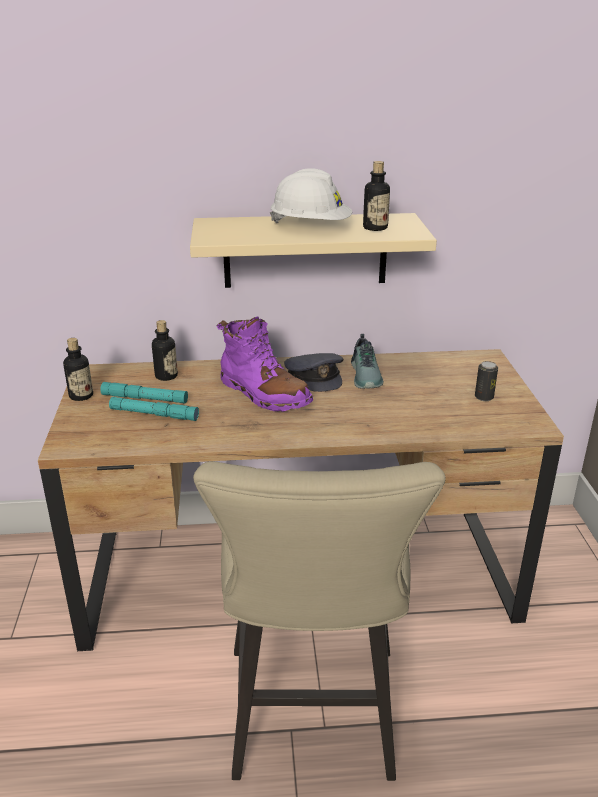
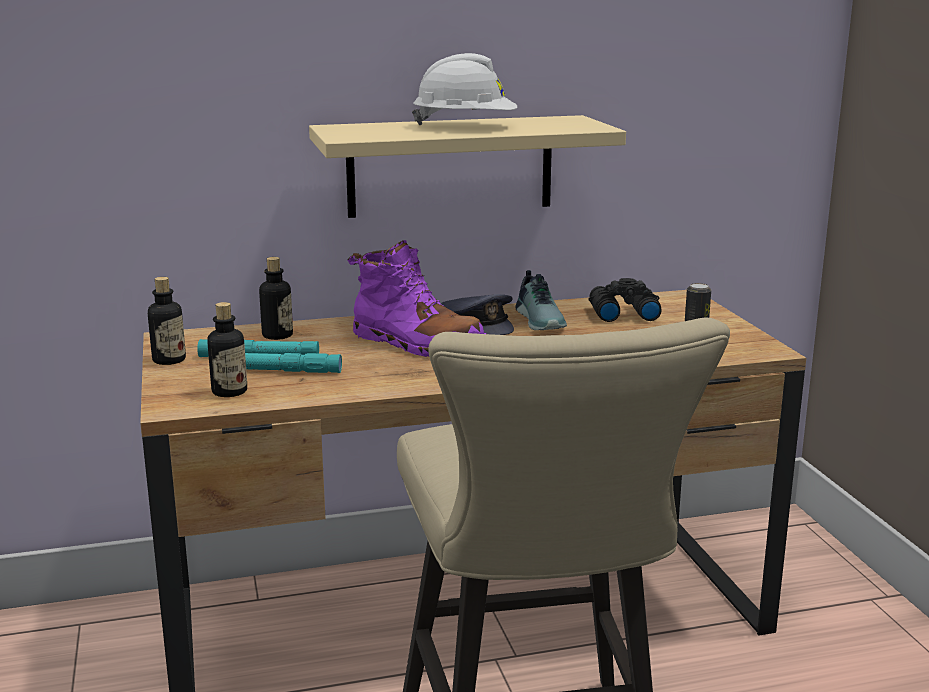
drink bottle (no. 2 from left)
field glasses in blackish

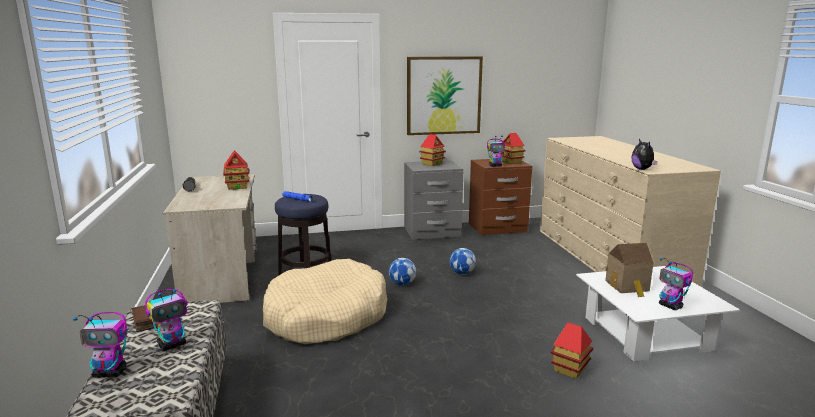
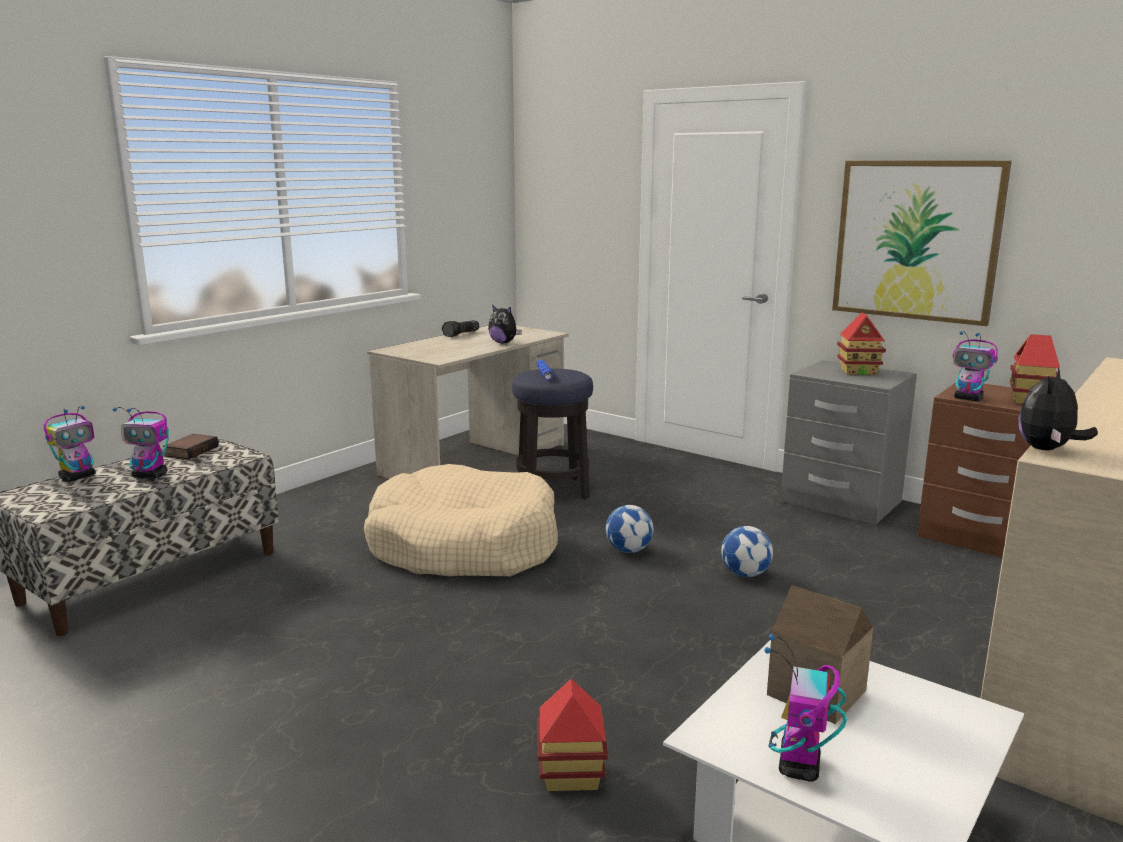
model robot (no. 1 from left)
soft toy (no. 1 from left)

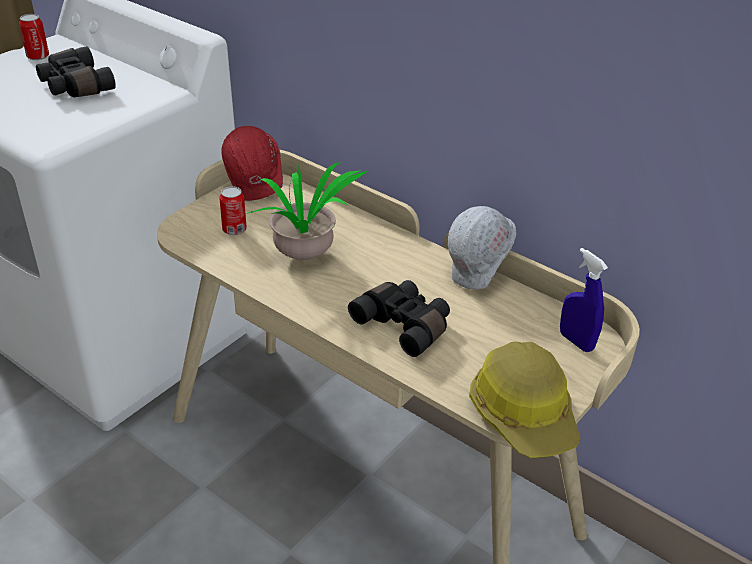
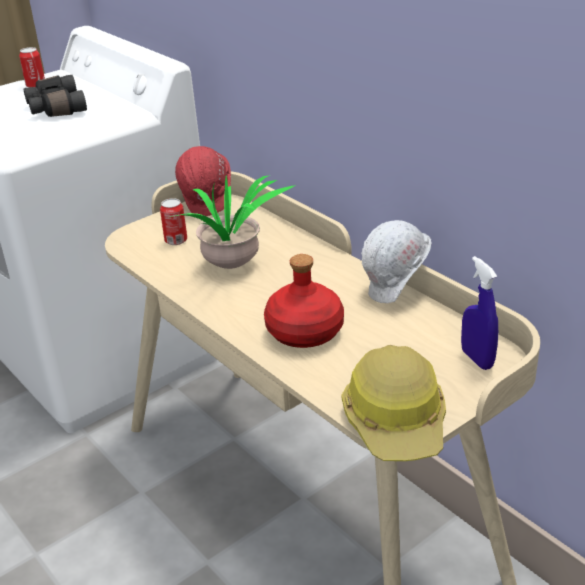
drink bottle in reddish

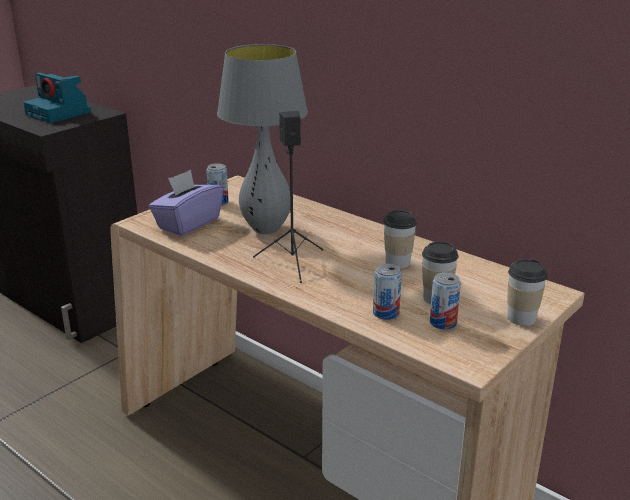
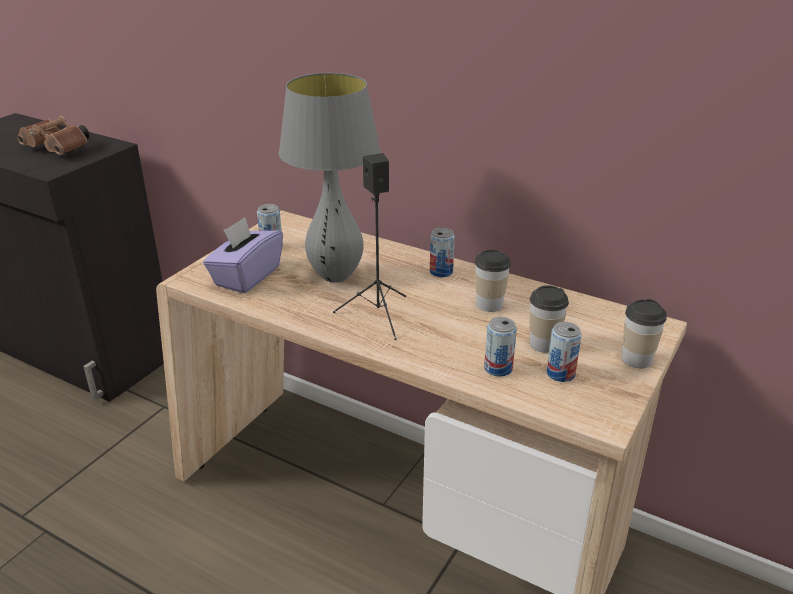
field glasses in brown
sealed can (no. 2 from left)

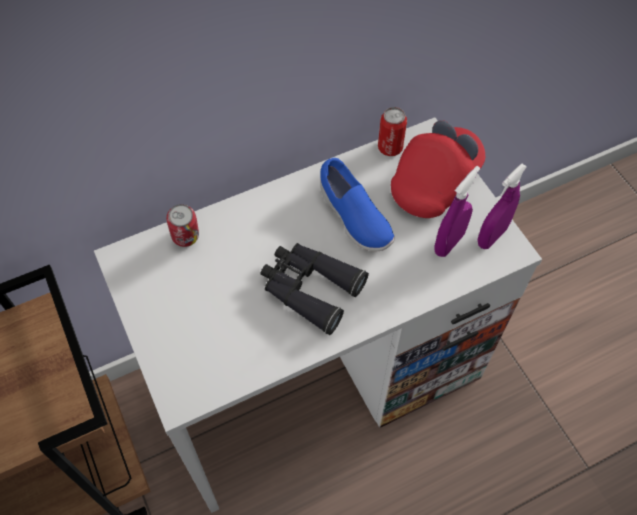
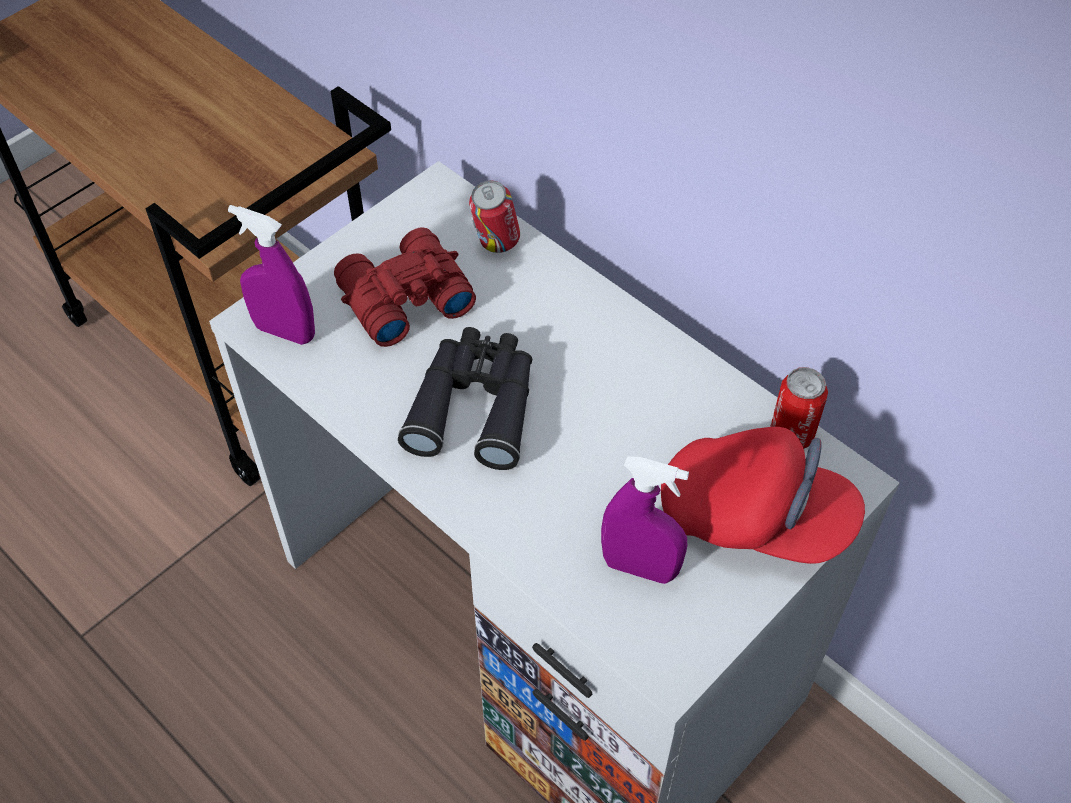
spray bottle in purple (no. 1 from left)
field glasses in reddish
low shoe in blue-coloured

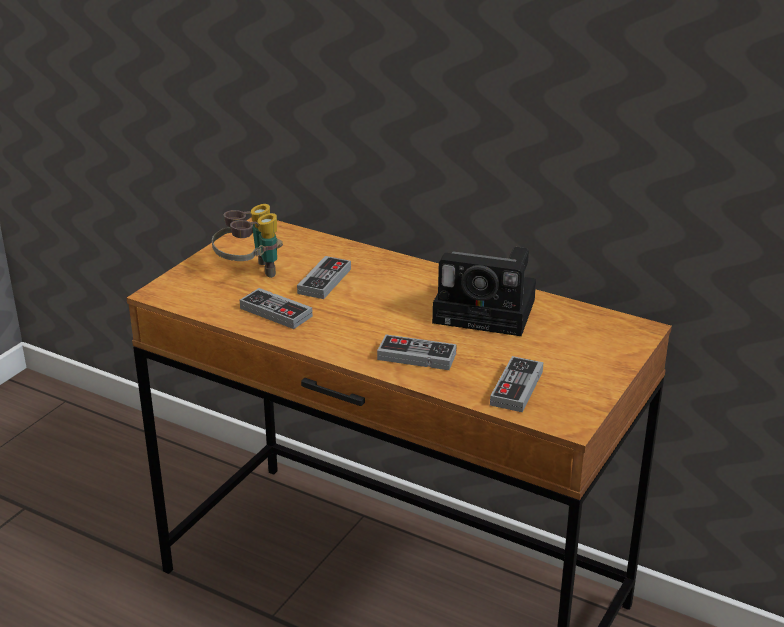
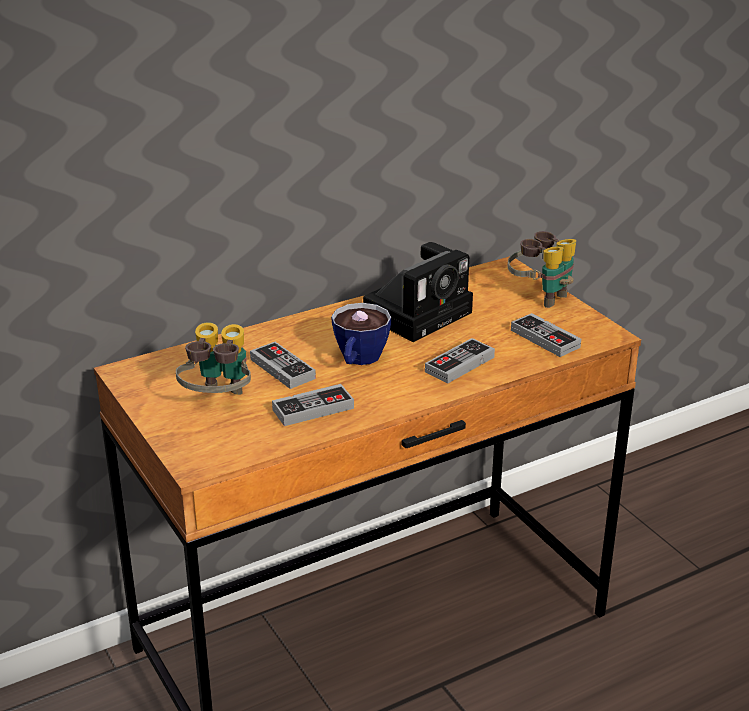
drinking cup
field glasses (no. 2 from left)

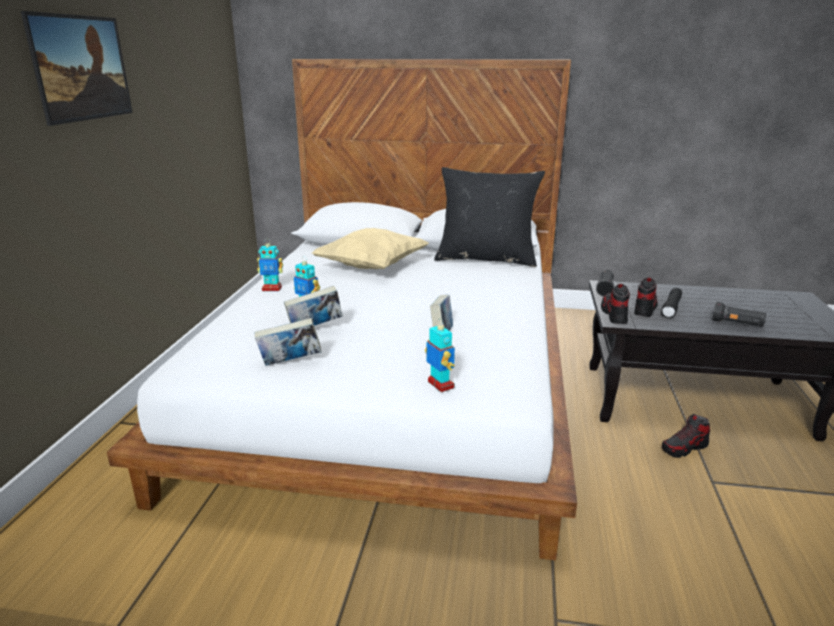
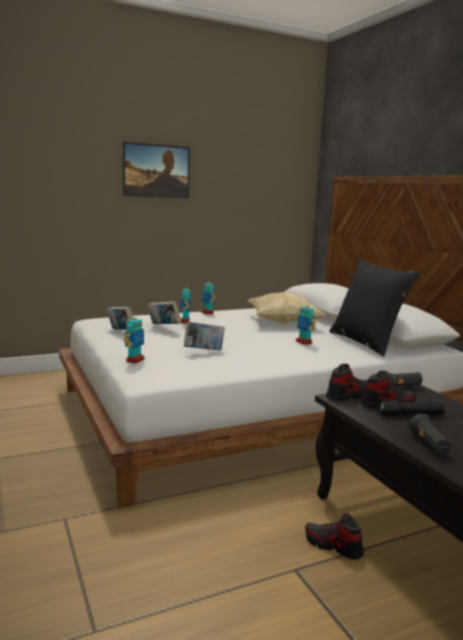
model robot (no. 4 from left)

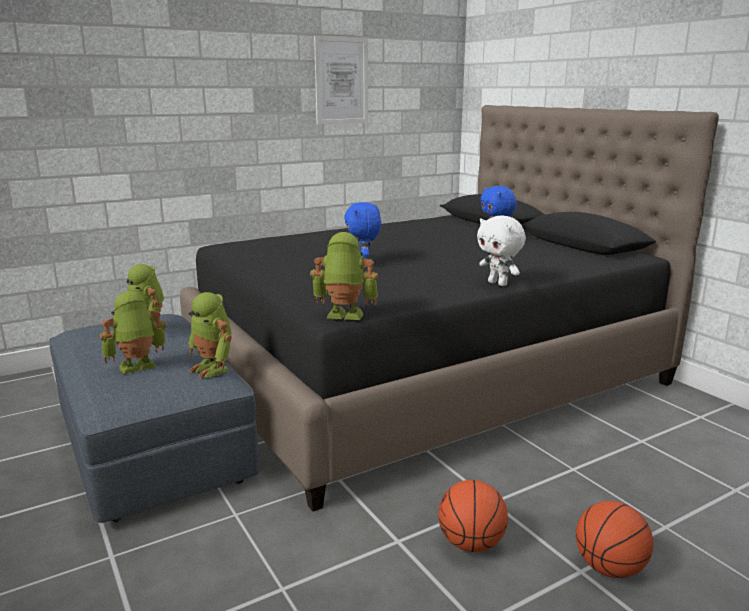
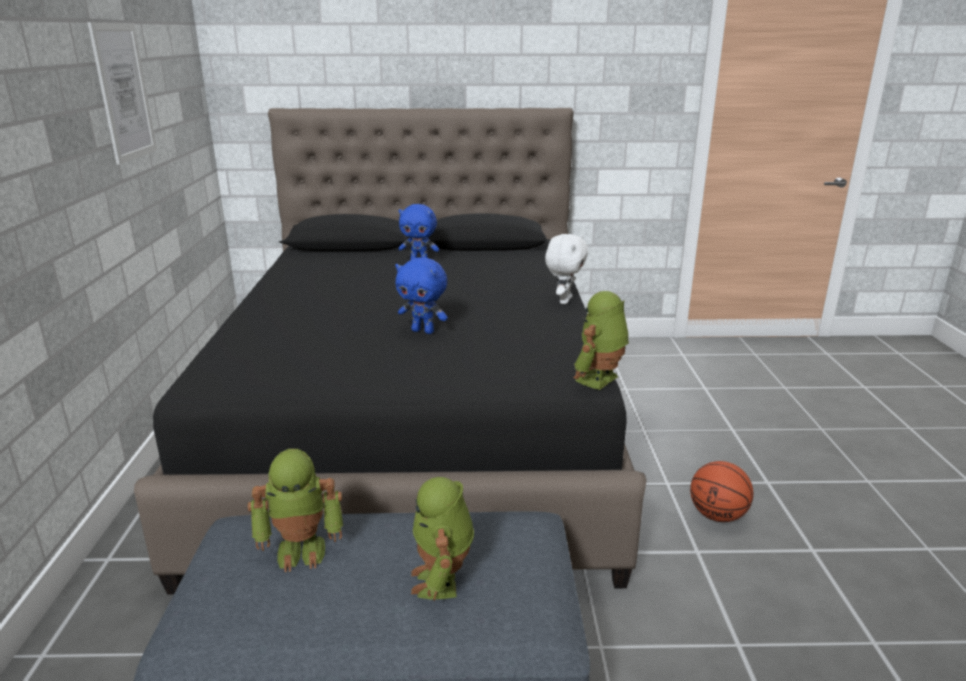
soft toy in white
model robot (no. 3 from left in the first image)
basketball (no. 2 from left in the first image)

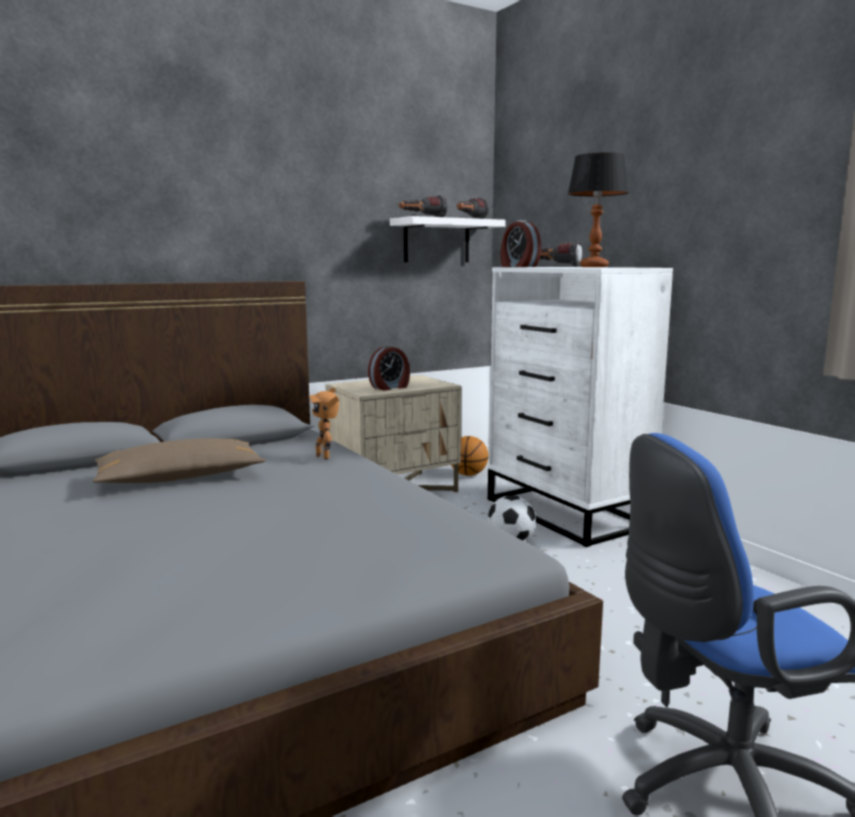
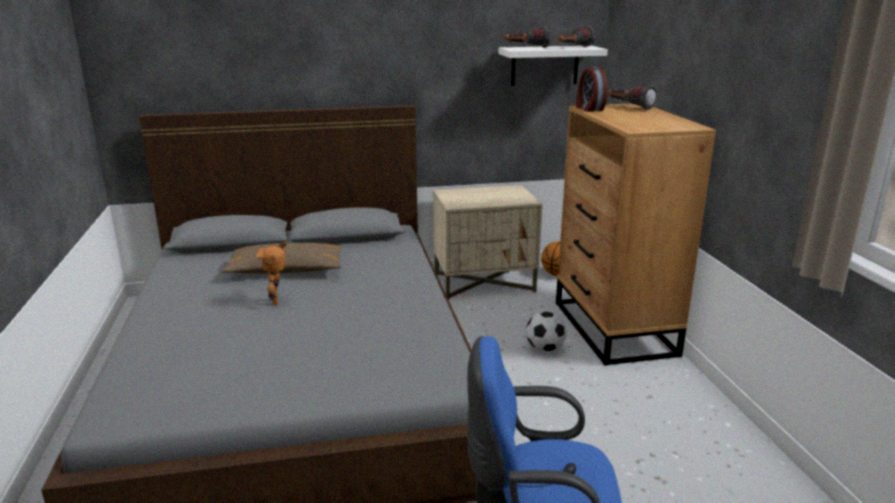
model robot
dresser in brown
alarm clock (no. 1 from left in the first image)
tabletop lamp

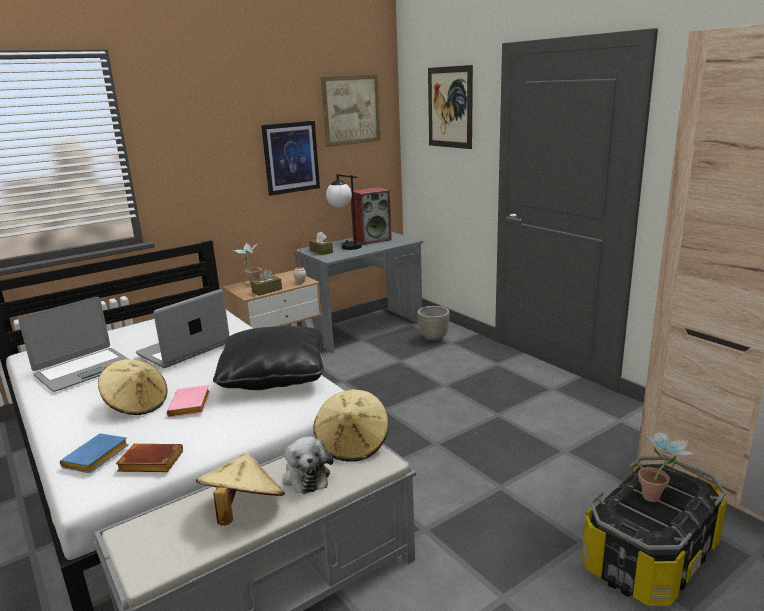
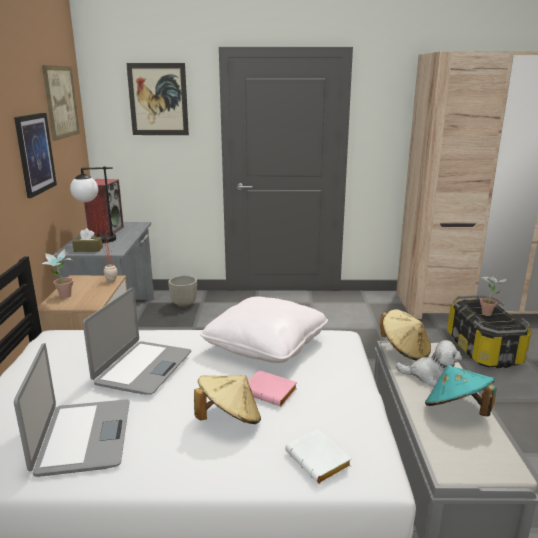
portable computer (no. 2 from left)
pillow in white
book in white
clothing hat in blue-green
book in brown
tissue holder in brown (no. 1 from left in the first image)

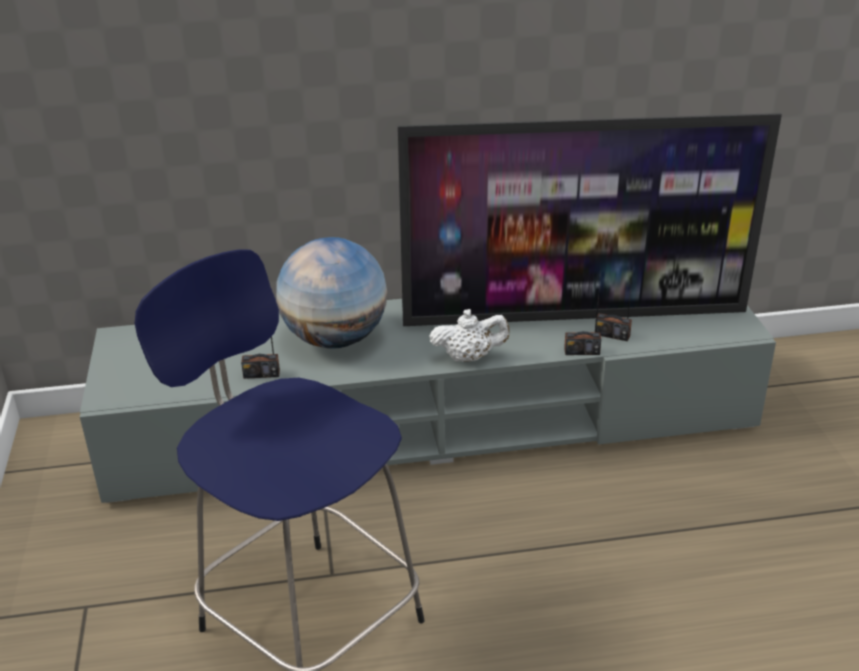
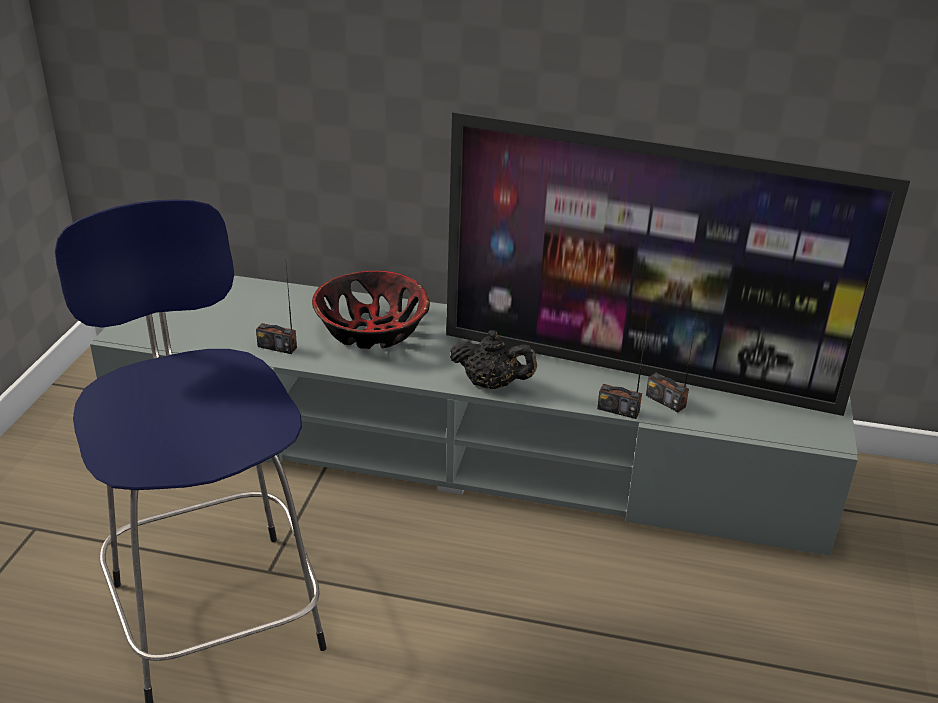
bowl
tea pot in blackish

